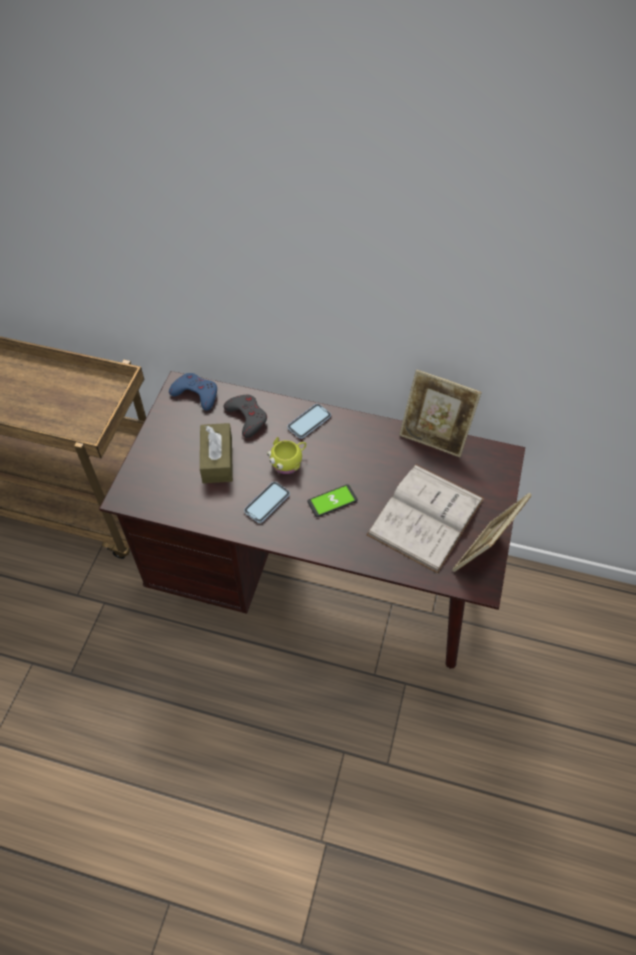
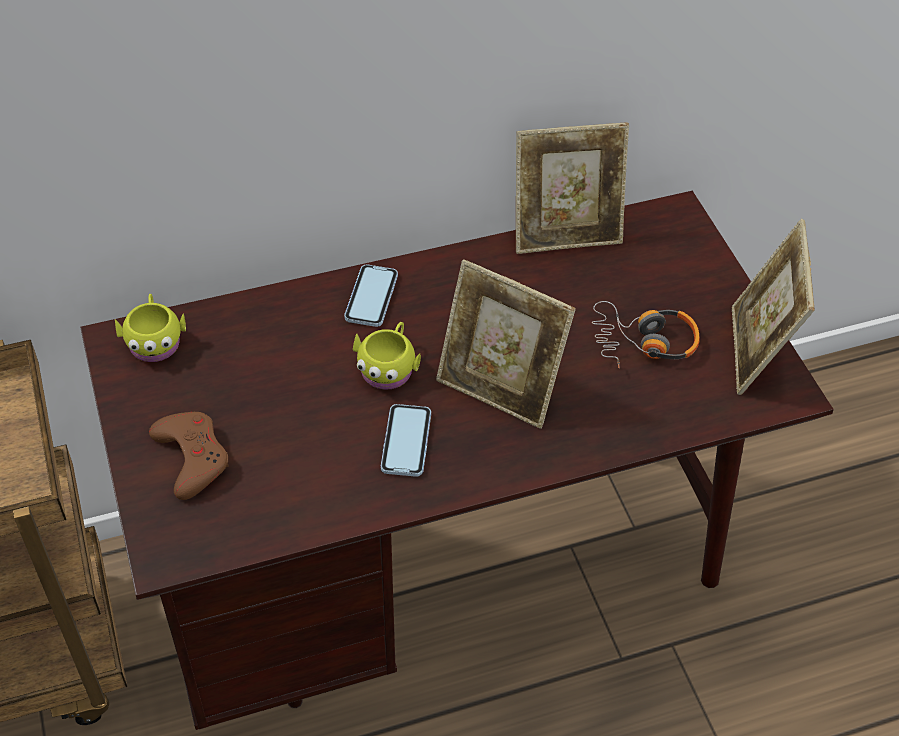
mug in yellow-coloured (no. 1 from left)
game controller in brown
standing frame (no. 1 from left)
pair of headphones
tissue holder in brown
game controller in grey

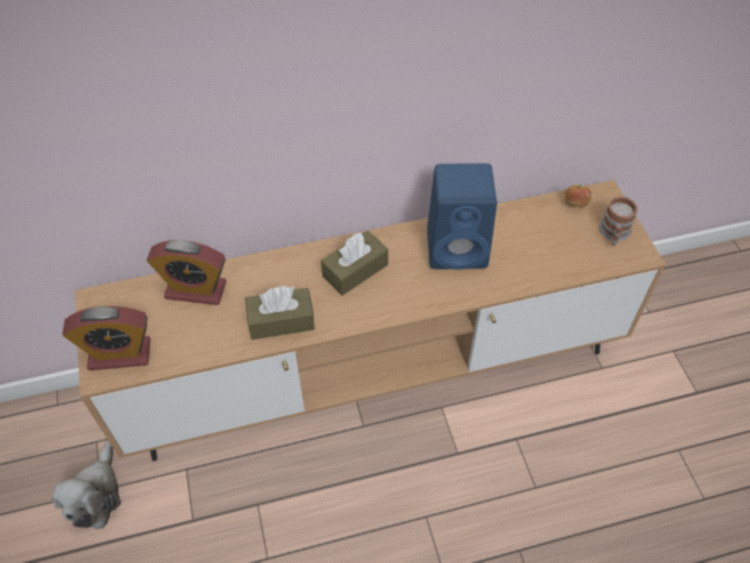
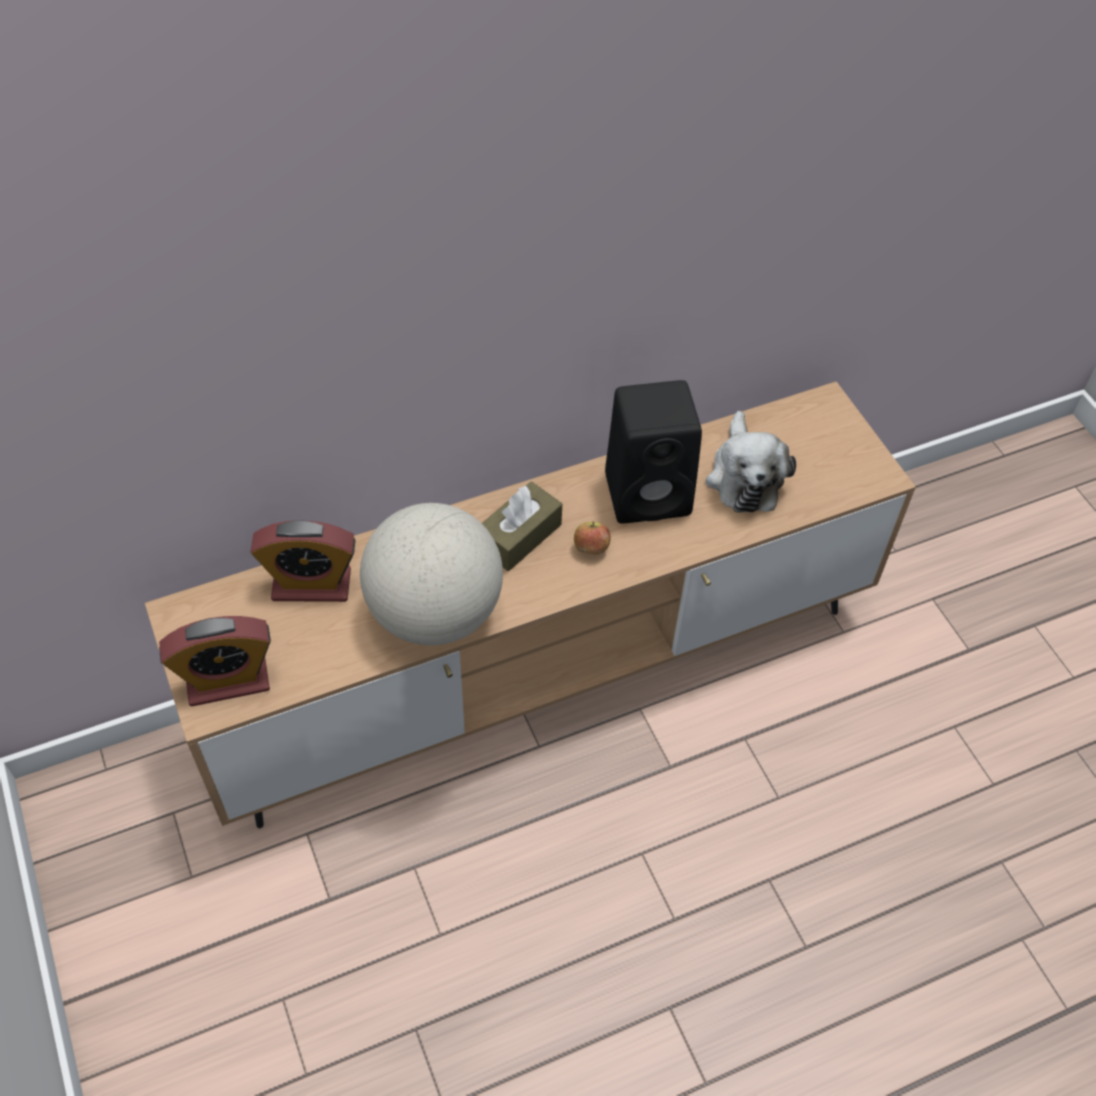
globe
whole apple
loudspeaker in blackish
soft toy
mug

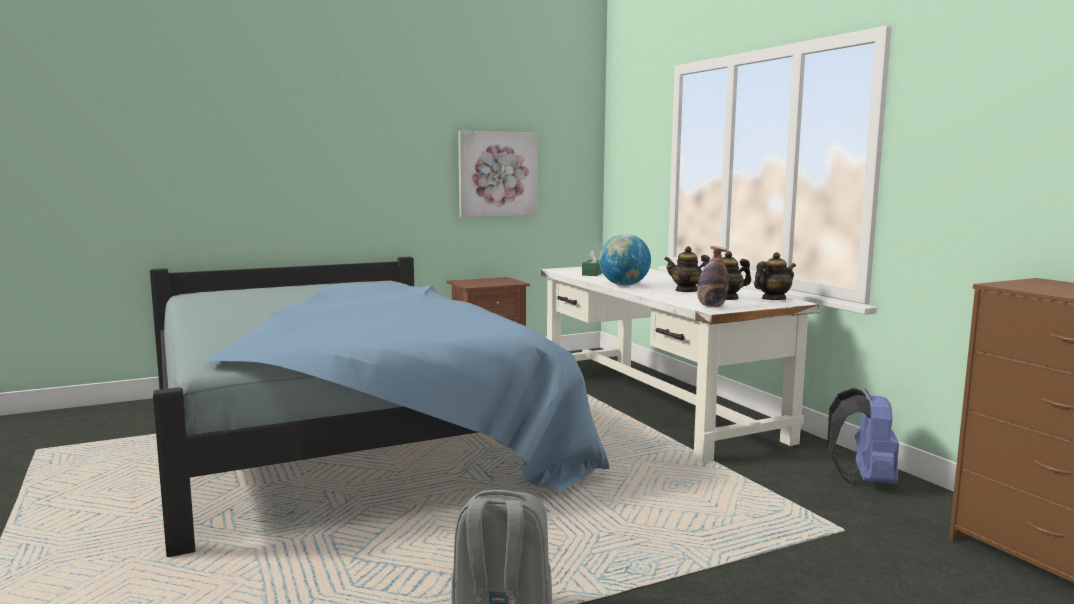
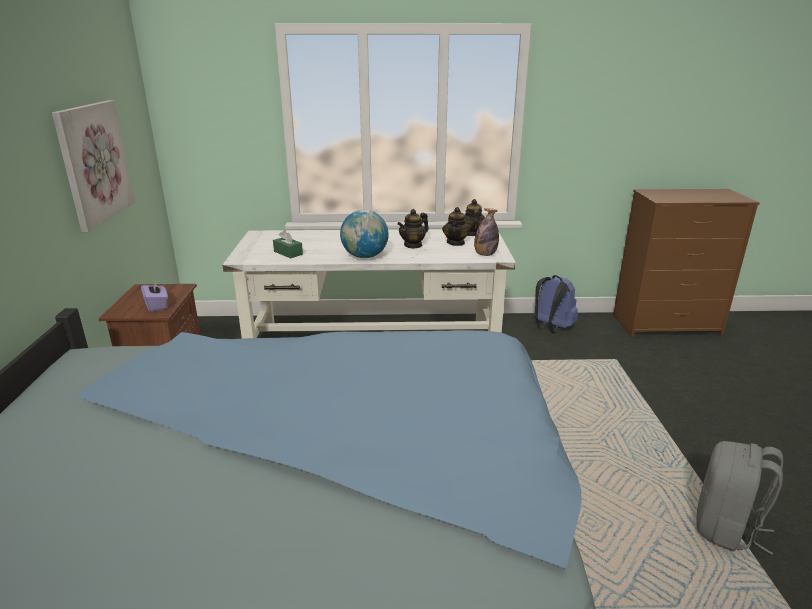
tissue holder in purple

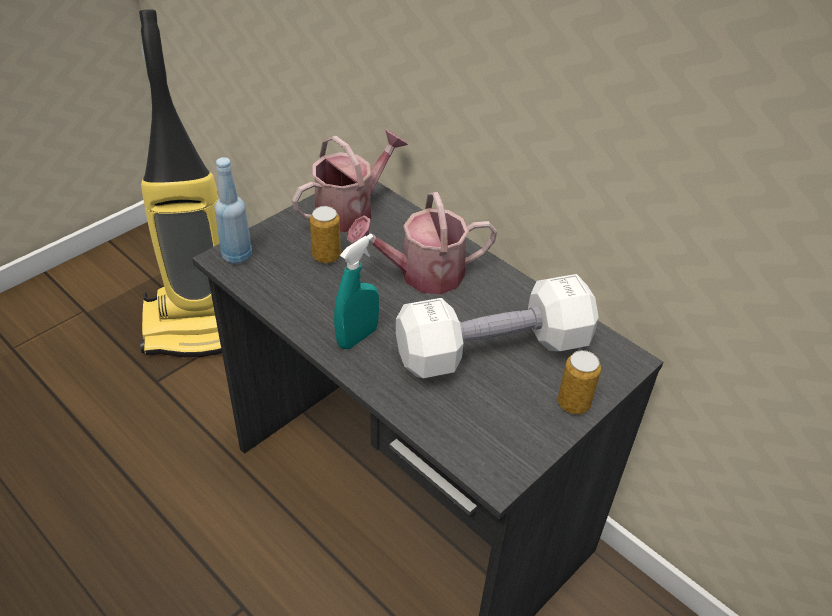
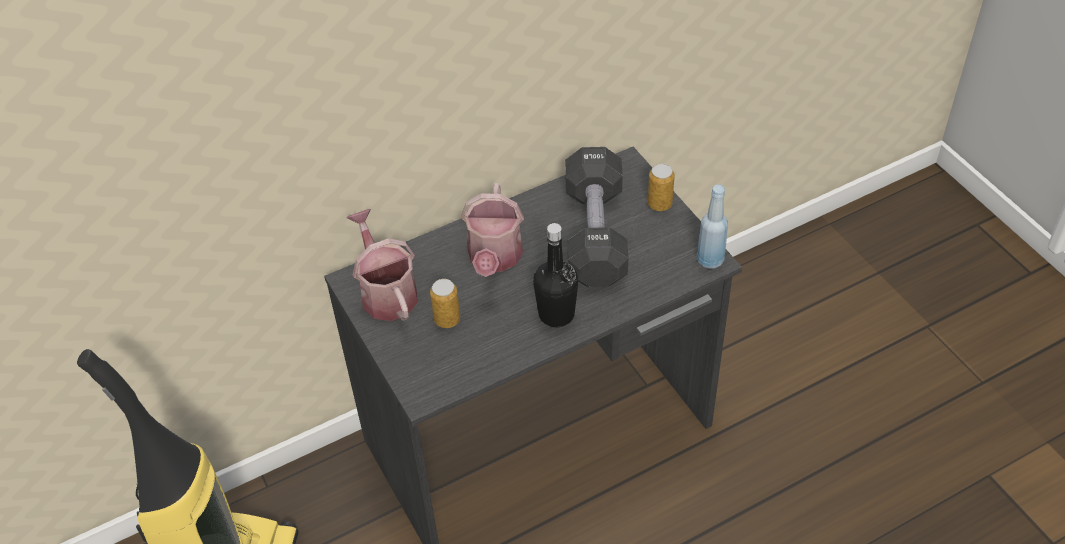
drink bottle in blackish
dumbbell in blackish
drink bottle in blue-coloured

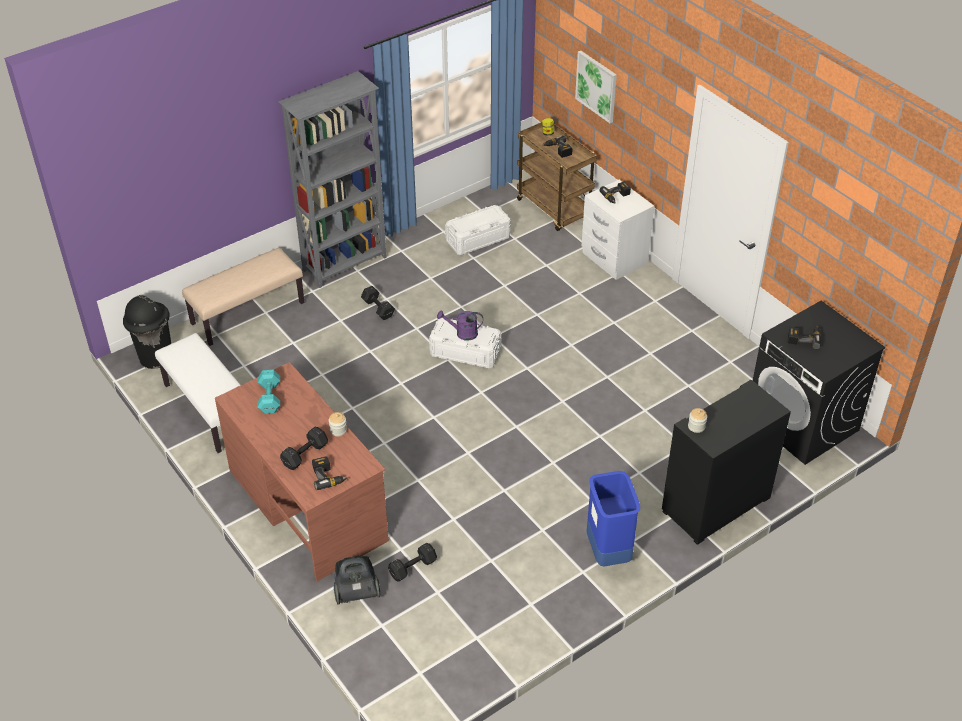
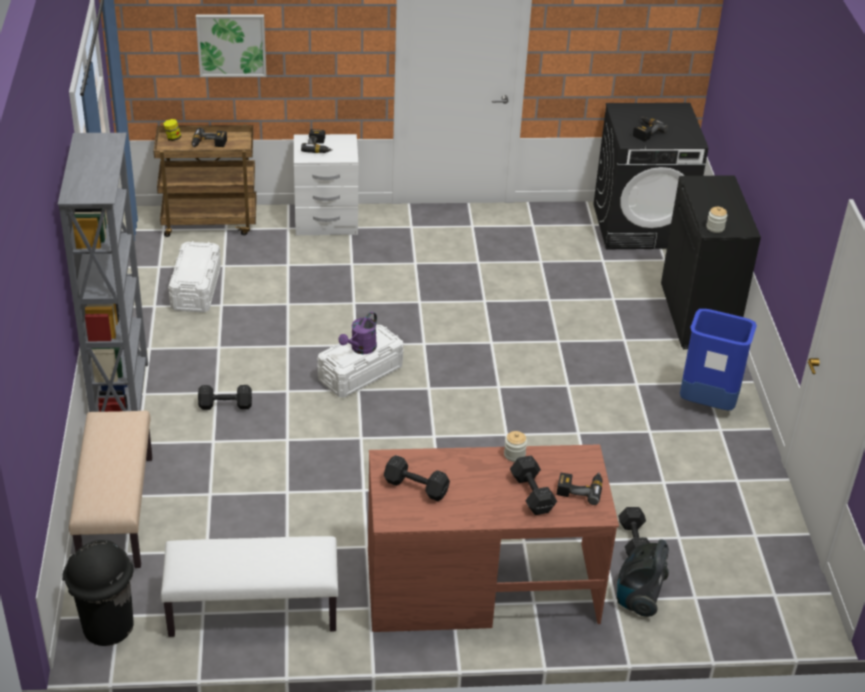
dumbbell in blackish (no. 2 from left)

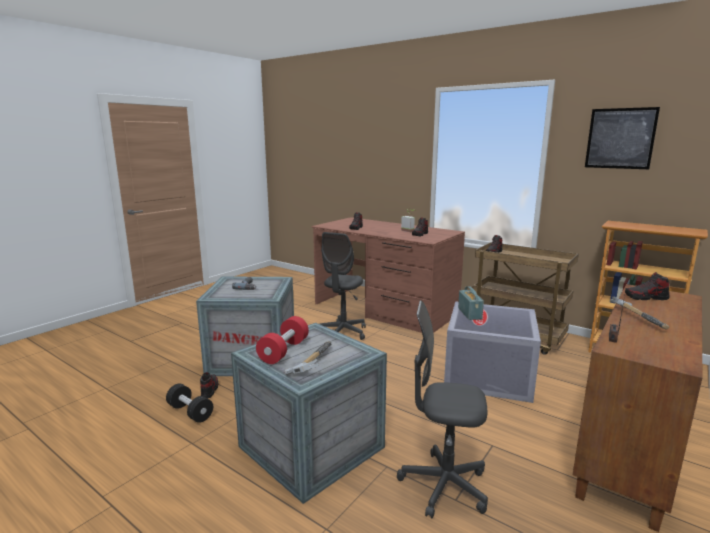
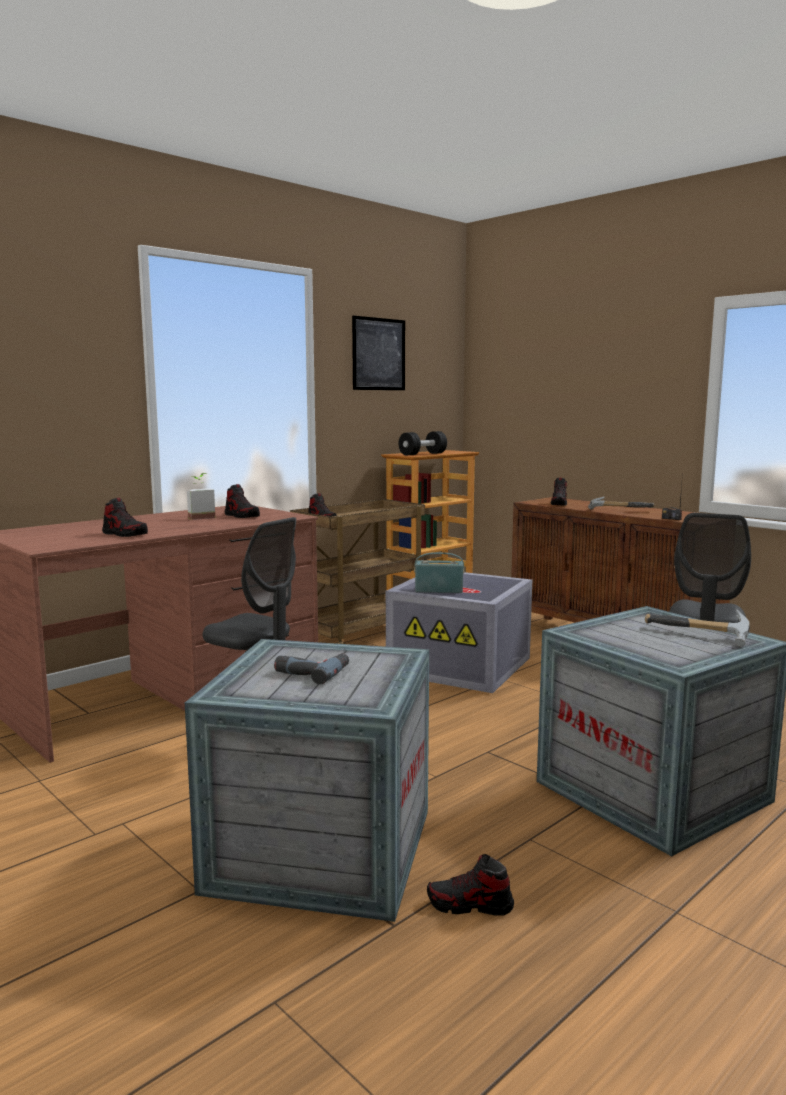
dumbbell in blackish
dumbbell in reddish

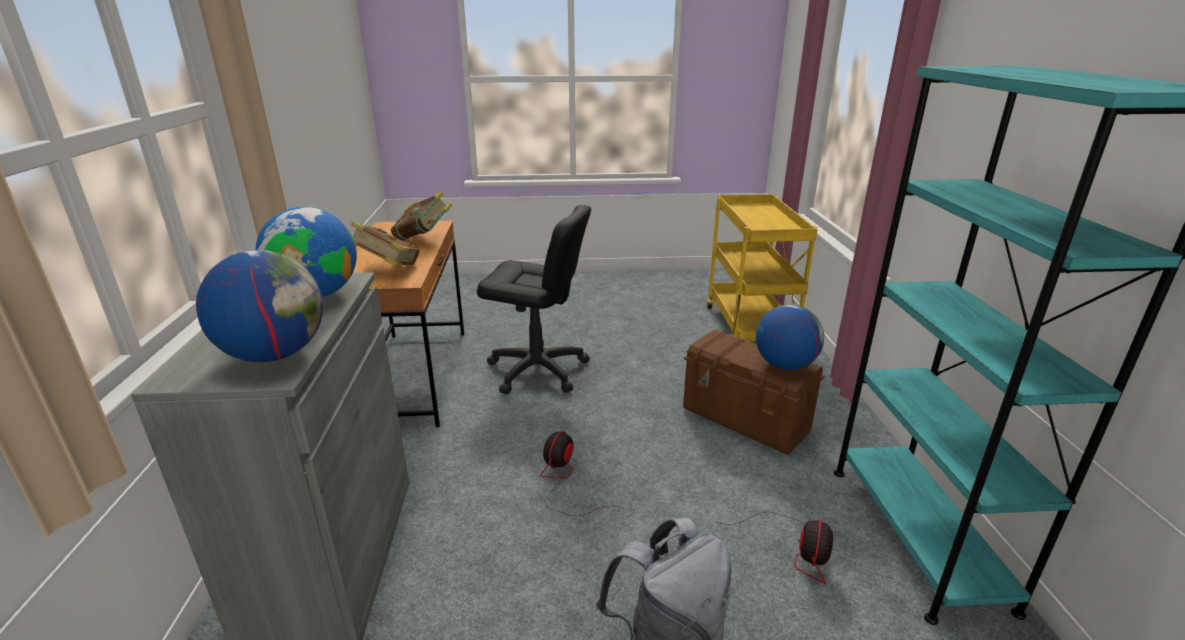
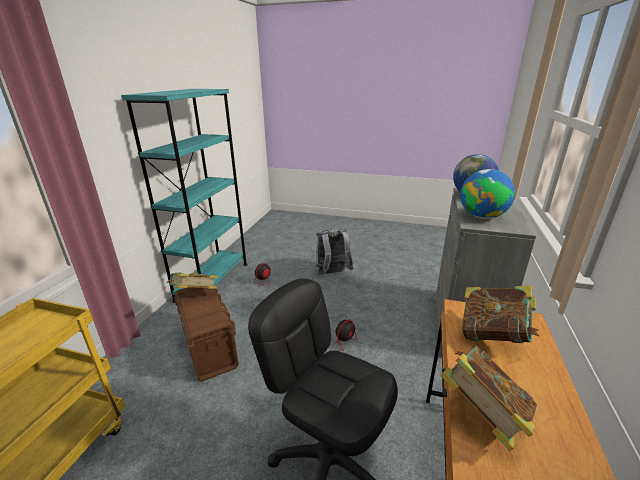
book (no. 1 from left)

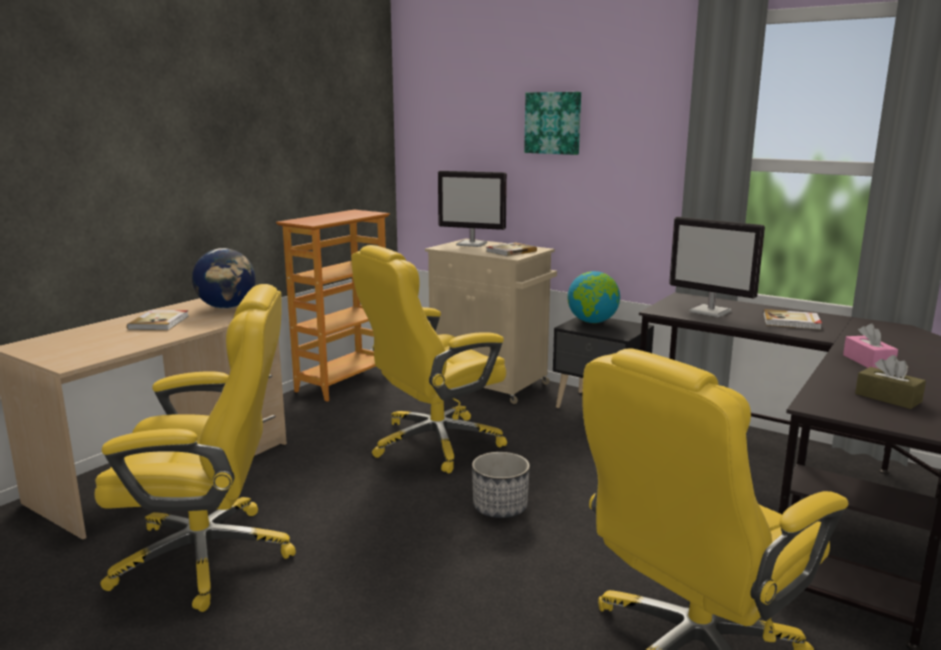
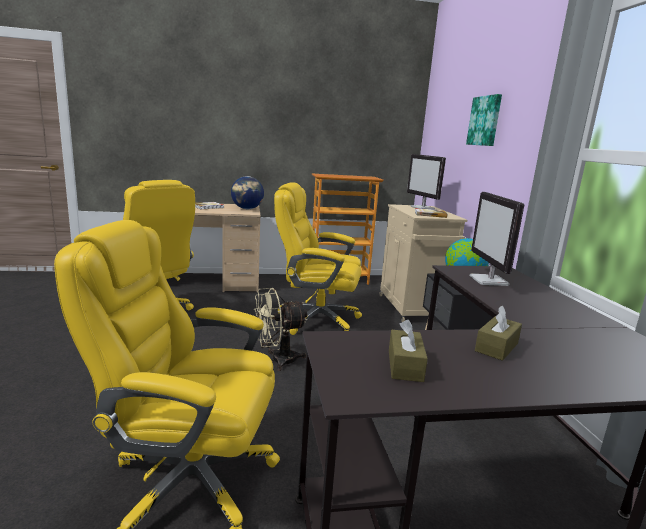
electric fan in sand-coloured
tissue holder in brown (no. 2 from left)
book (no. 3 from left in the first image)

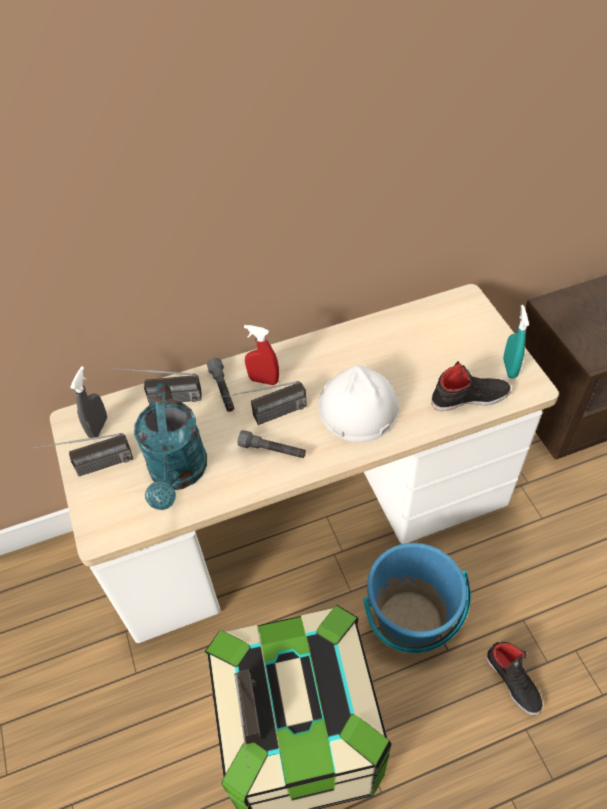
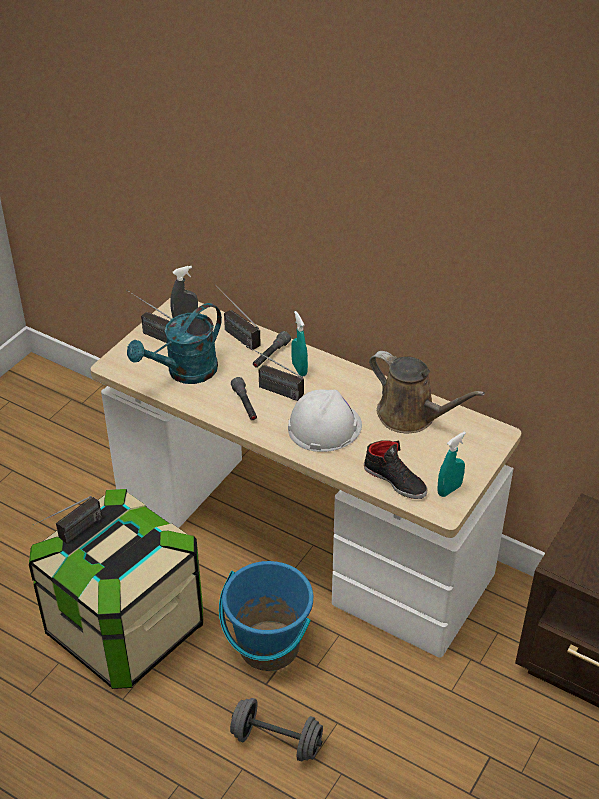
dumbbell in grey
spray bottle in blue-green (no. 1 from left)
watering pot in brown

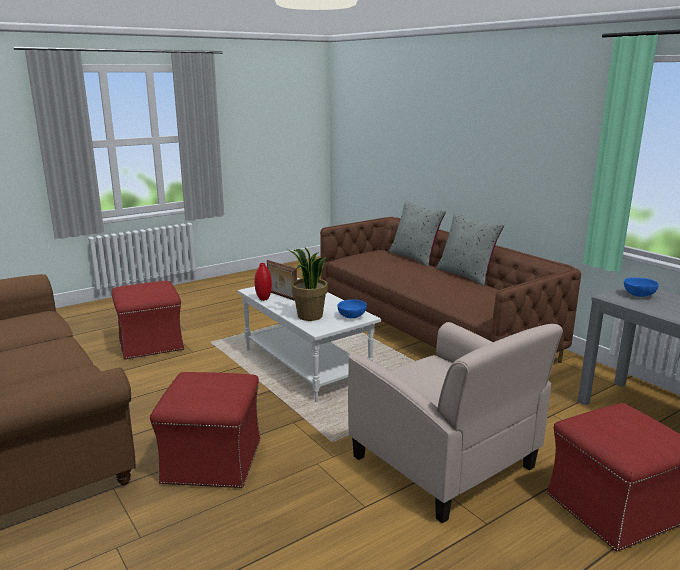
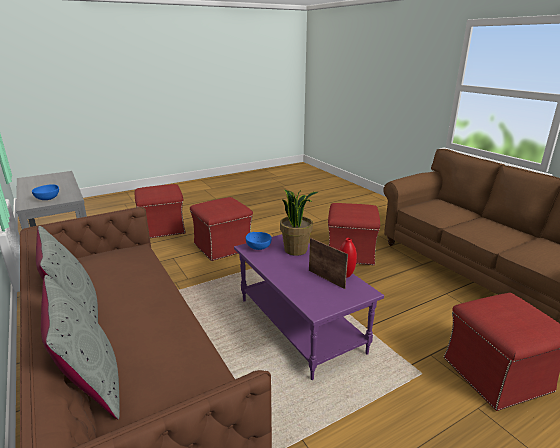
ottoman in reddish (no. 2 from left)
low table in purple

